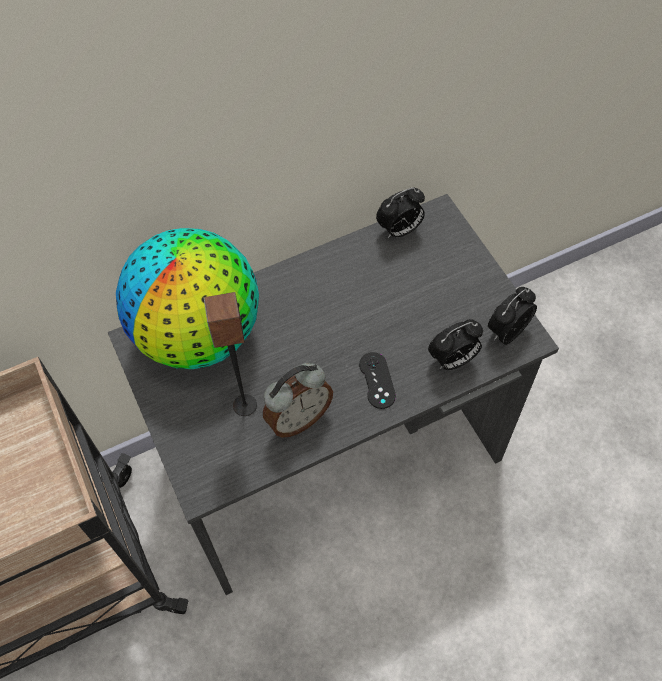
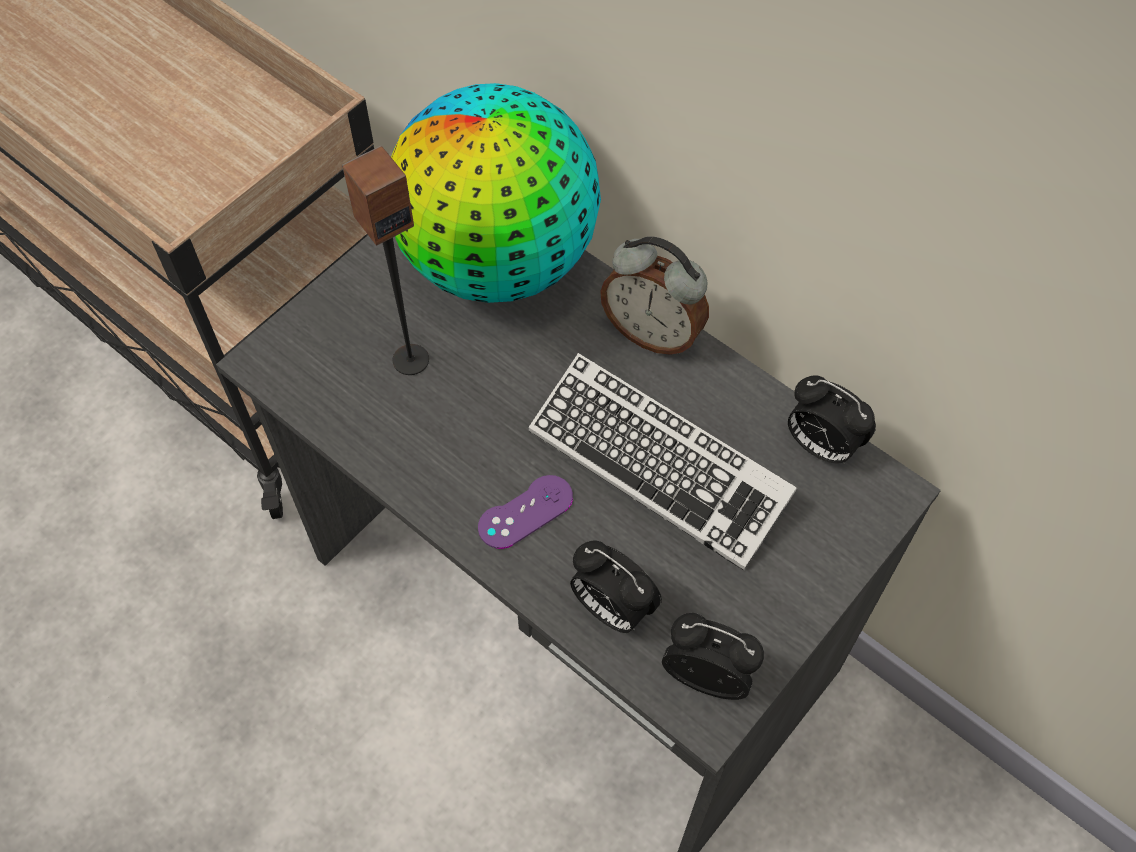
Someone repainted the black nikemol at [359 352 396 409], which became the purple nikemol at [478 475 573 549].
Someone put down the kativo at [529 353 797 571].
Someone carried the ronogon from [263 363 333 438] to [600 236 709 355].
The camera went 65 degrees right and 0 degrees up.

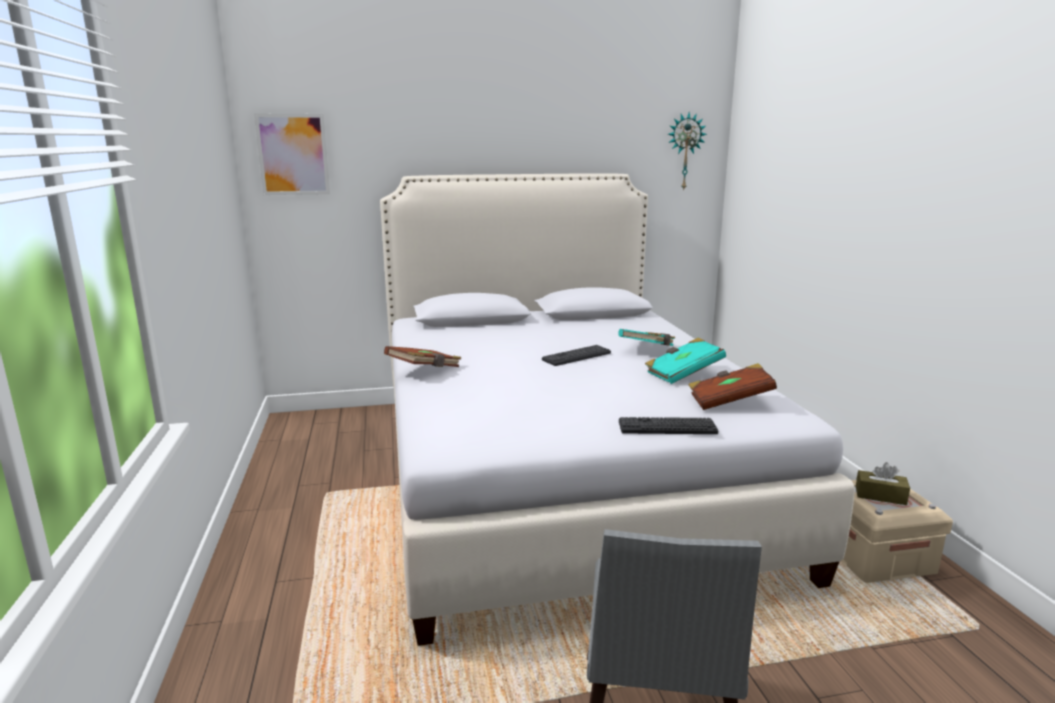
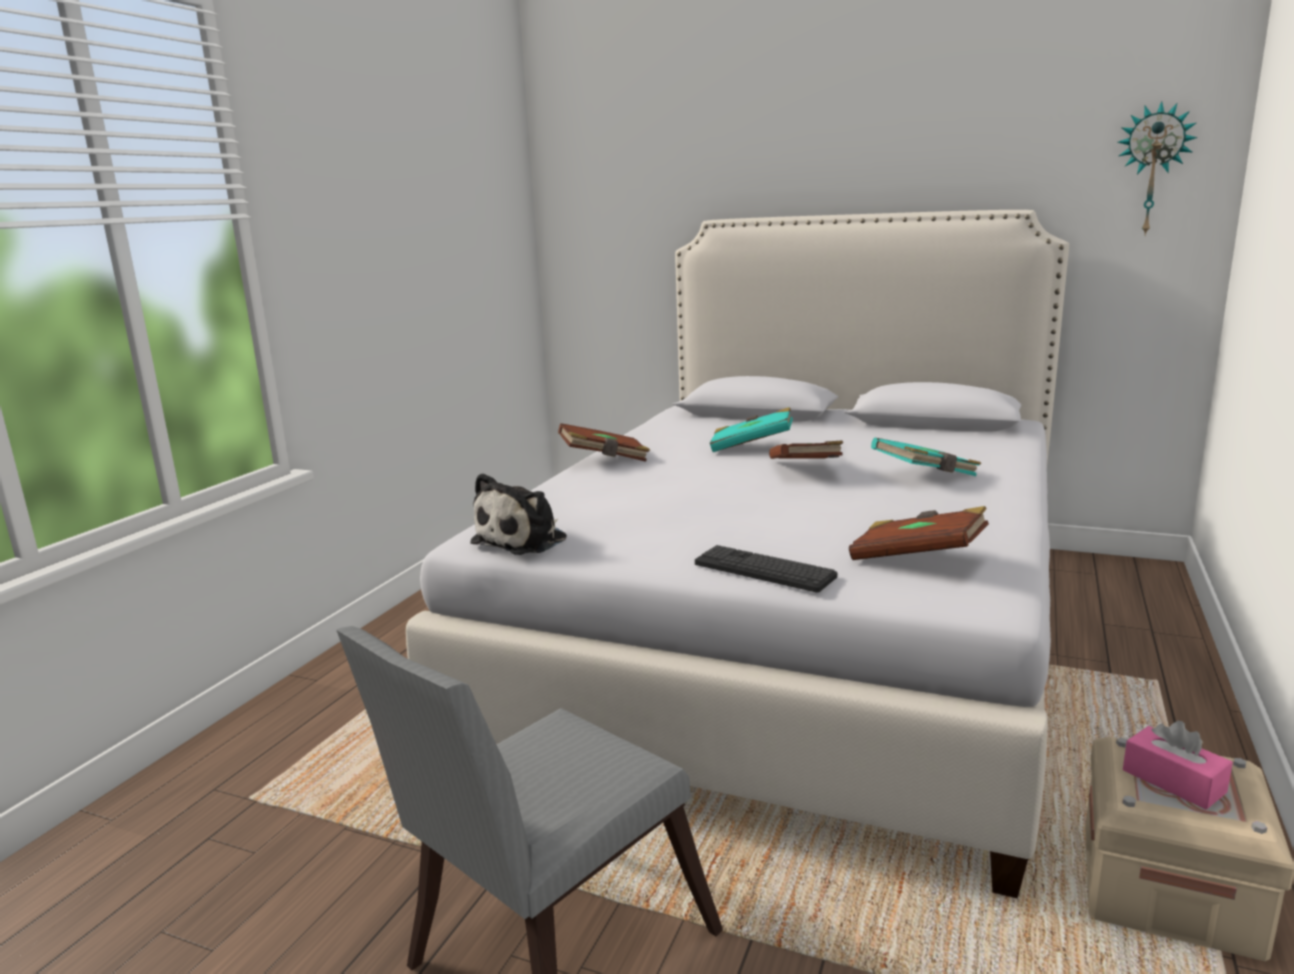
Someone put down the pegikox at [470 473 567 555].
Someone carried the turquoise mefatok from [645 337 726 384] to [710 407 793 452].
Someone swapped the kativo at [542 345 611 366] for the brown mefatok at [769 440 843 459].
Someone repainted the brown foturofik at [856 462 910 505], which became the pink foturofik at [1123 721 1233 809].
Someone took away the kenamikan at [254 114 330 195].
The camera went 35 degrees right and 0 degrees up.

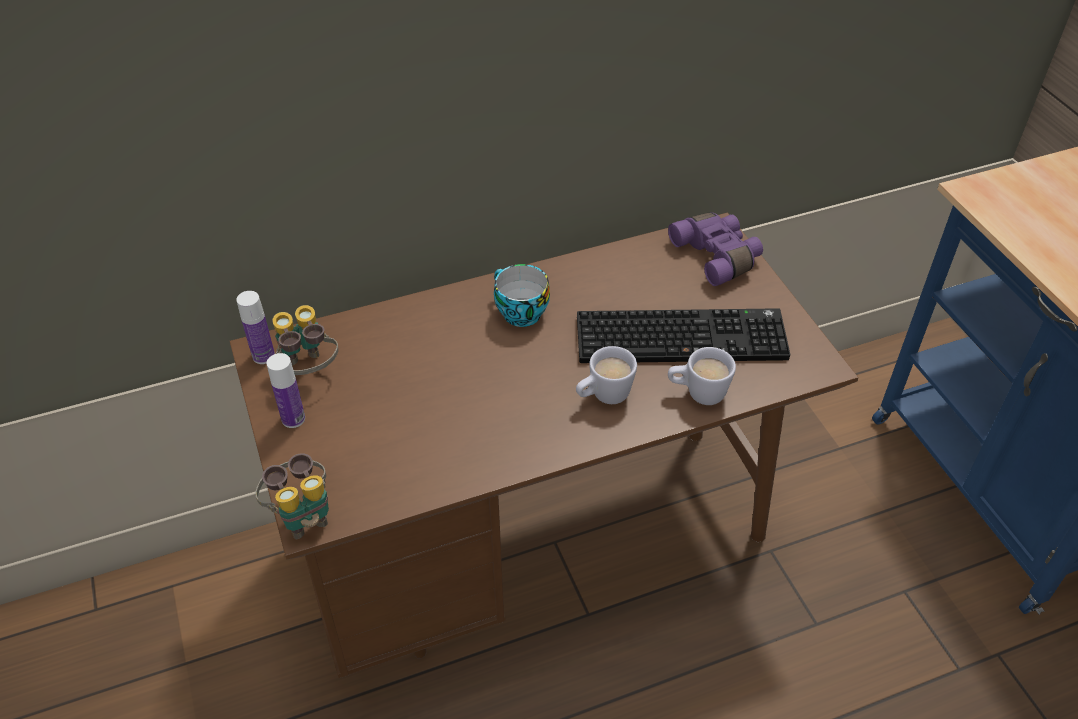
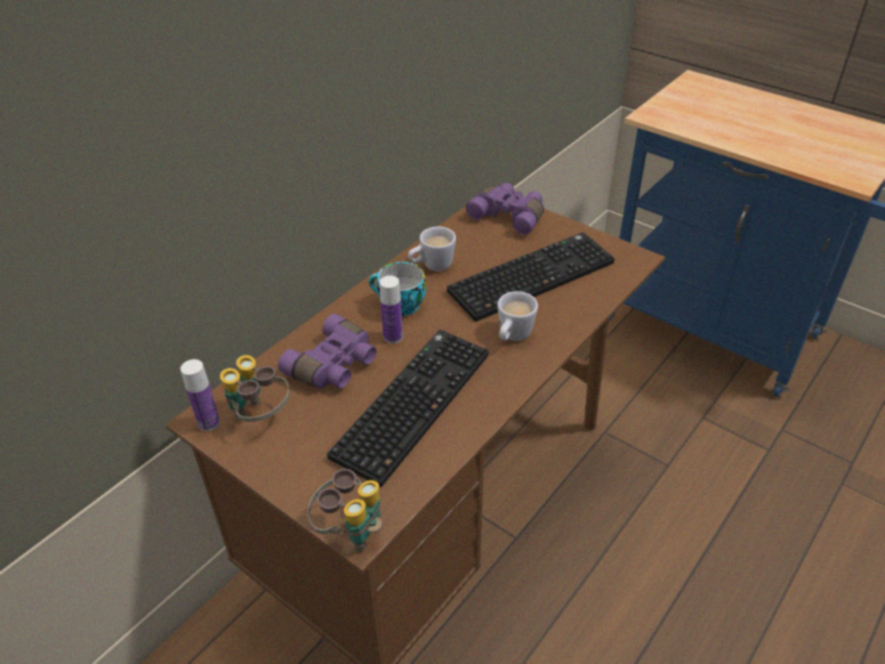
Someone put down the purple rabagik at [278 314 376 388].
Someone put down the kativo at [327 330 489 487].
Someone carried the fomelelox from [267 353 305 428] to [380 276 403 343].
Someone carried the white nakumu from [668 347 736 405] to [408 227 456 271].
The camera went 30 degrees left and 5 degrees down.

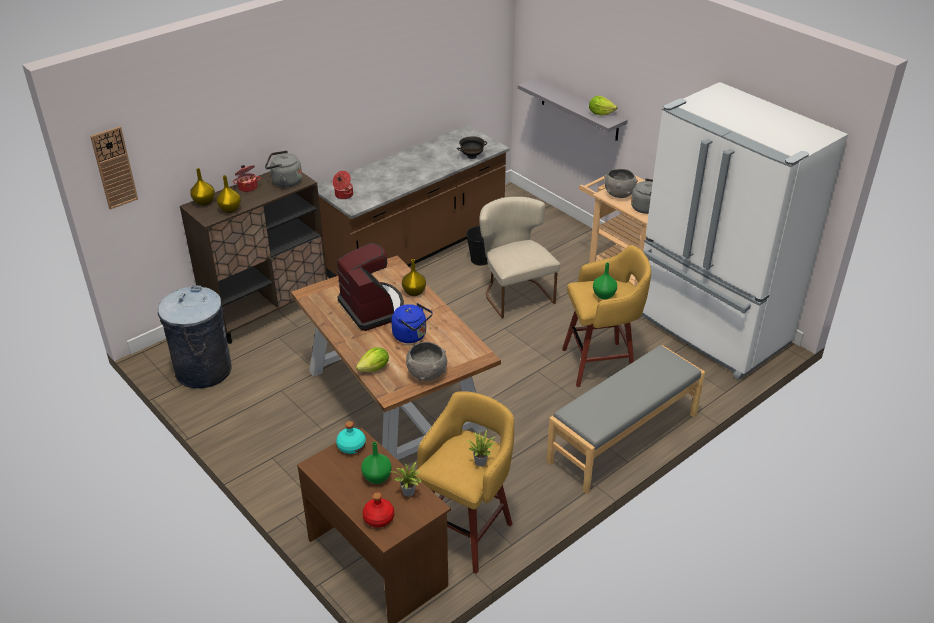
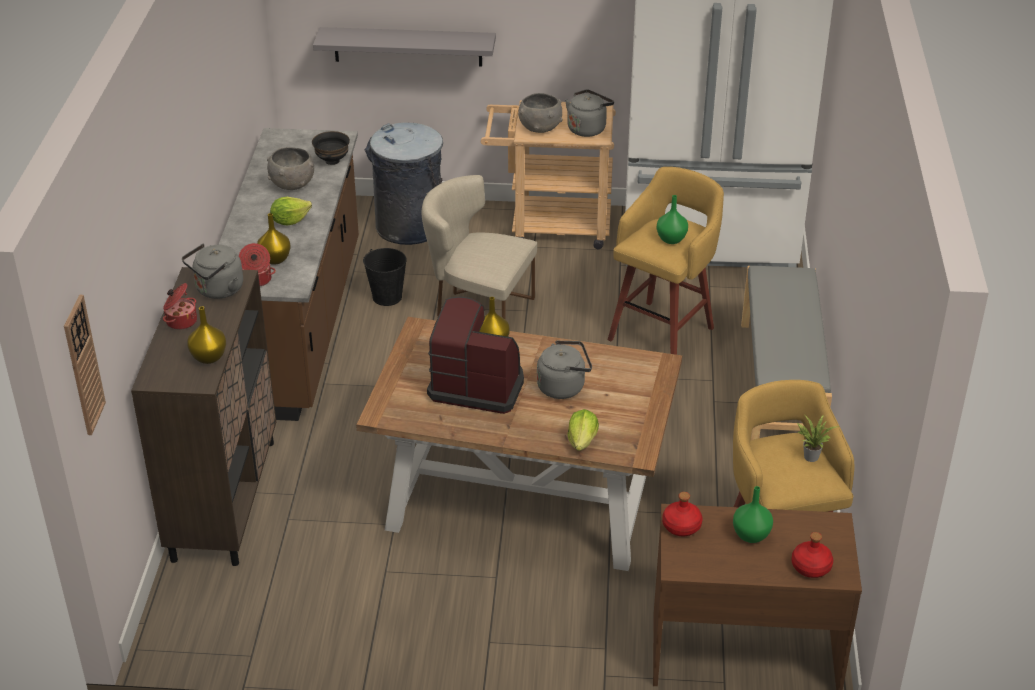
Someone carried the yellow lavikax from [190 168 215 206] to [257 213 291 265].
Someone carried the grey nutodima from [406 342 447 381] to [267 147 314 190].
Someone carried the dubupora from [589 96 617 116] to [270 197 312 225].
Someone carried the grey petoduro from [158 285 232 388] to [364 123 443 245].
Someone repainted the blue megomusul at [391 303 433 343], which became the grey megomusul at [537 340 592 399].
Someone repainted the turquoise fomelelox at [336 421 366 454], which became the red fomelelox at [662 492 703 536].
Someone took away the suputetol at [392 461 421 497].
The camera went 45 degrees left and 0 degrees up.

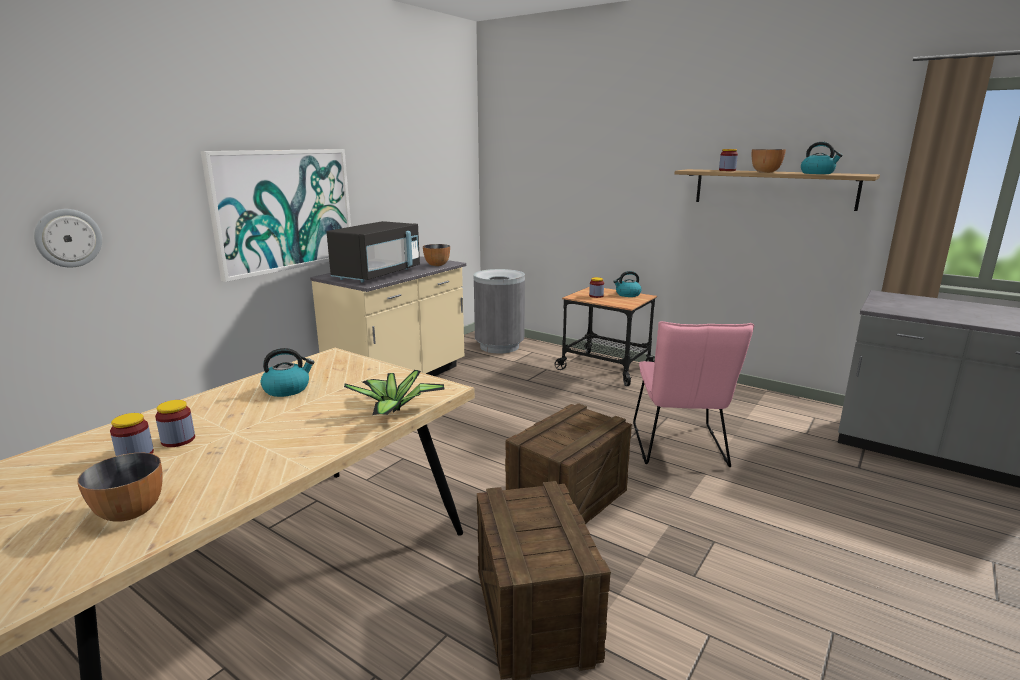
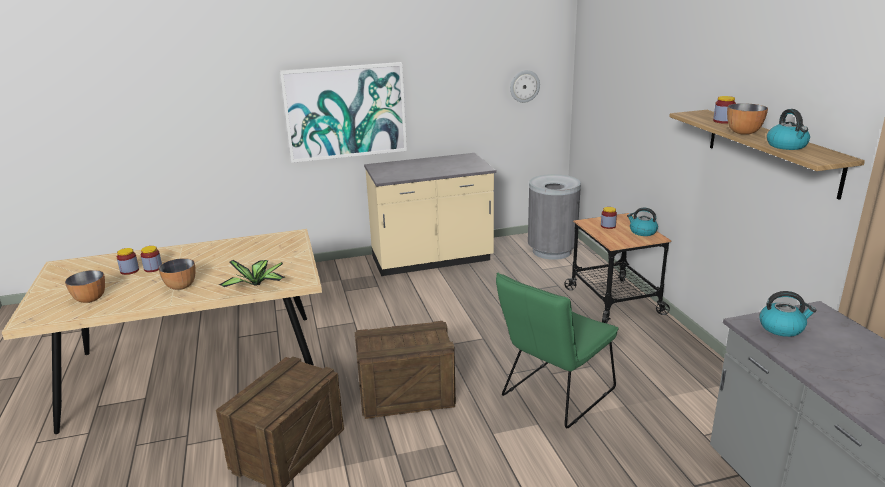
Someone carried the nutodima from [423 244 450 266] to [159 258 196 290].
Someone repainted the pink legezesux at [633 321 754 467], which became the green legezesux at [496 273 618 428].
Someone carried the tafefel from [34 209 102 268] to [510 70 540 103].
Someone carried the megomusul from [260 348 314 397] to [760 291 816 337].
Someone took away the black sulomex at [327 221 420 283].
The camera went 40 degrees right and 5 degrees up.

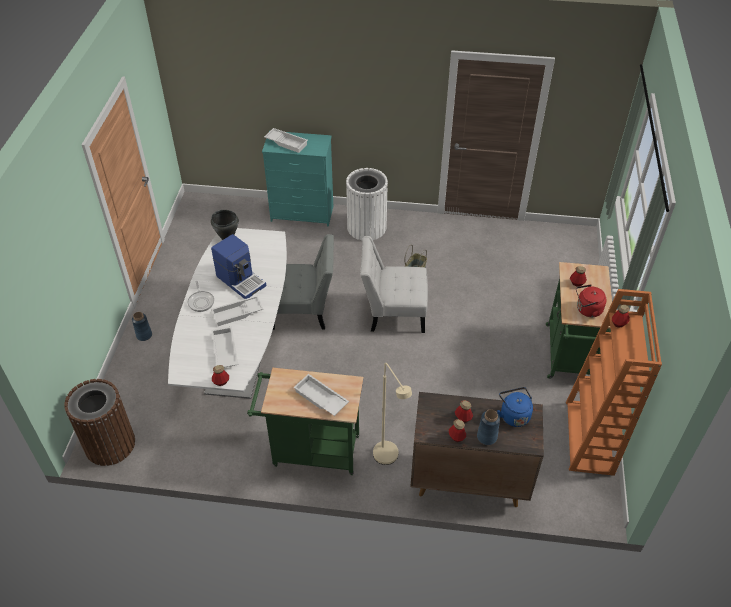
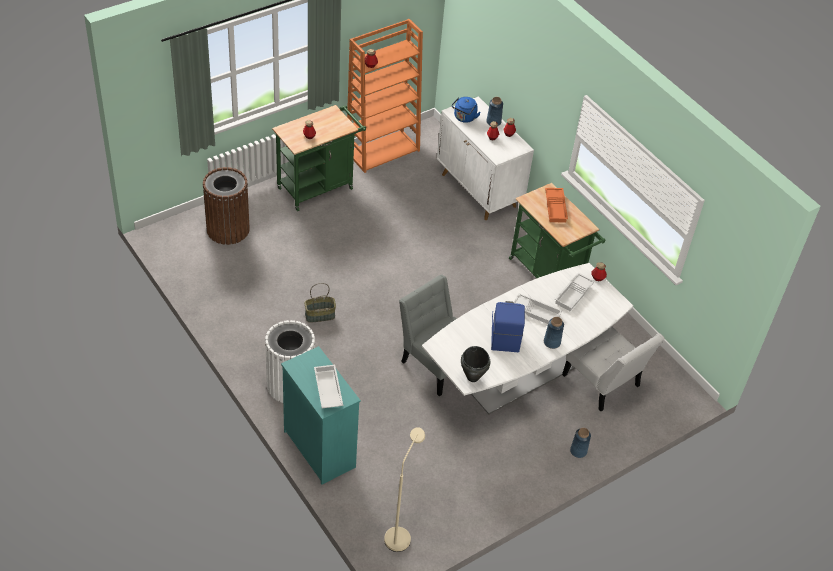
Someone carried the brown petoduro from [64 379 135 466] to [203 167 250 245].
Someone carried the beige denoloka from [373 363 412 465] to [384 427 425 552].
Someone repainted the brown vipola at [410 392 544 507], which became the white vipola at [437 96 534 220].
Someone swapped the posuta at [187 281 214 312] for the blue lavikax at [544 317 564 349].
Someone repainted the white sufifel at [293 374 349 416], which became the orange sufifel at [545 188 568 223].
Someone carried the white legezesux from [360 236 428 333] to [562 326 665 411].
Someone took away the red megomusul at [576 284 607 317].
The camera went 135 degrees left and 0 degrees up.

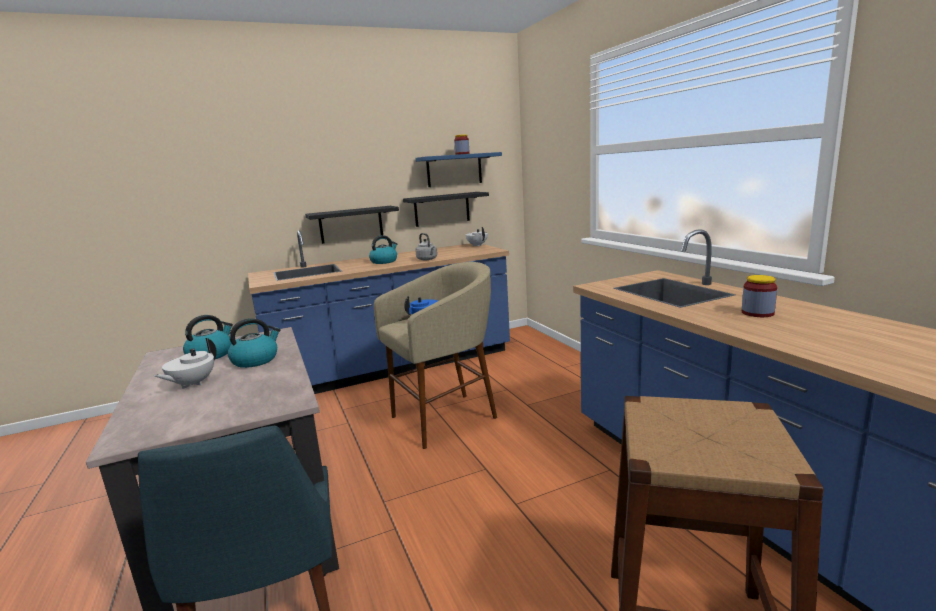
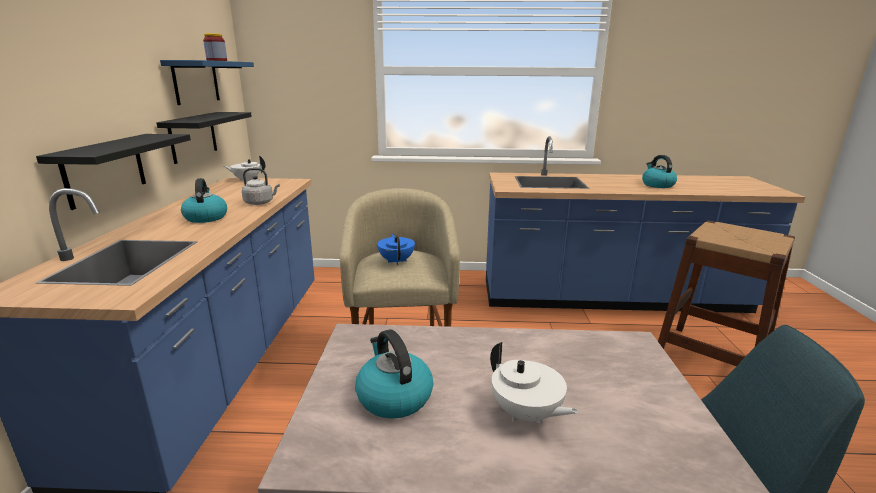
Someone carried the megomusul from [228 318 280 368] to [642 155 677 188].
Someone took away the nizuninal at [742 275 777 317].
The camera went 65 degrees left and 5 degrees up.

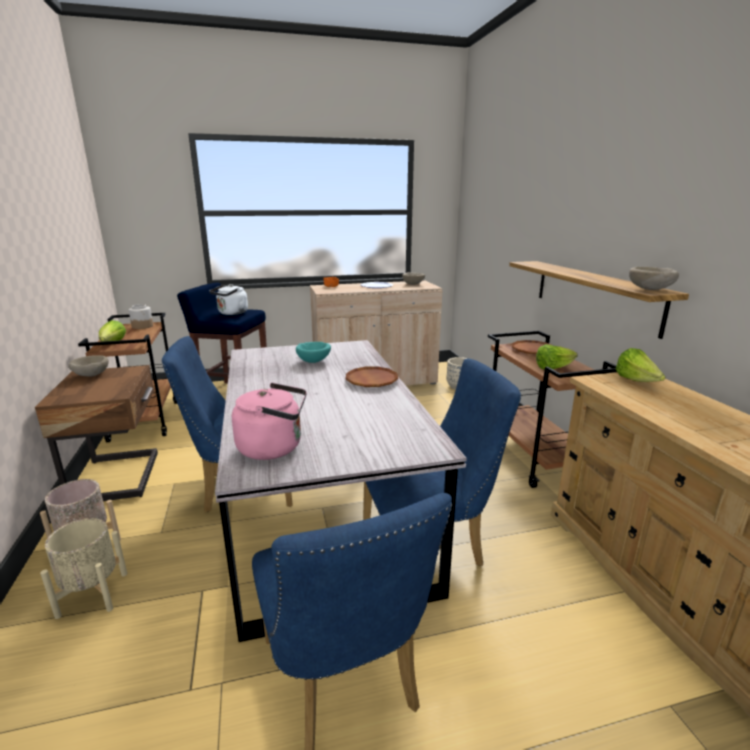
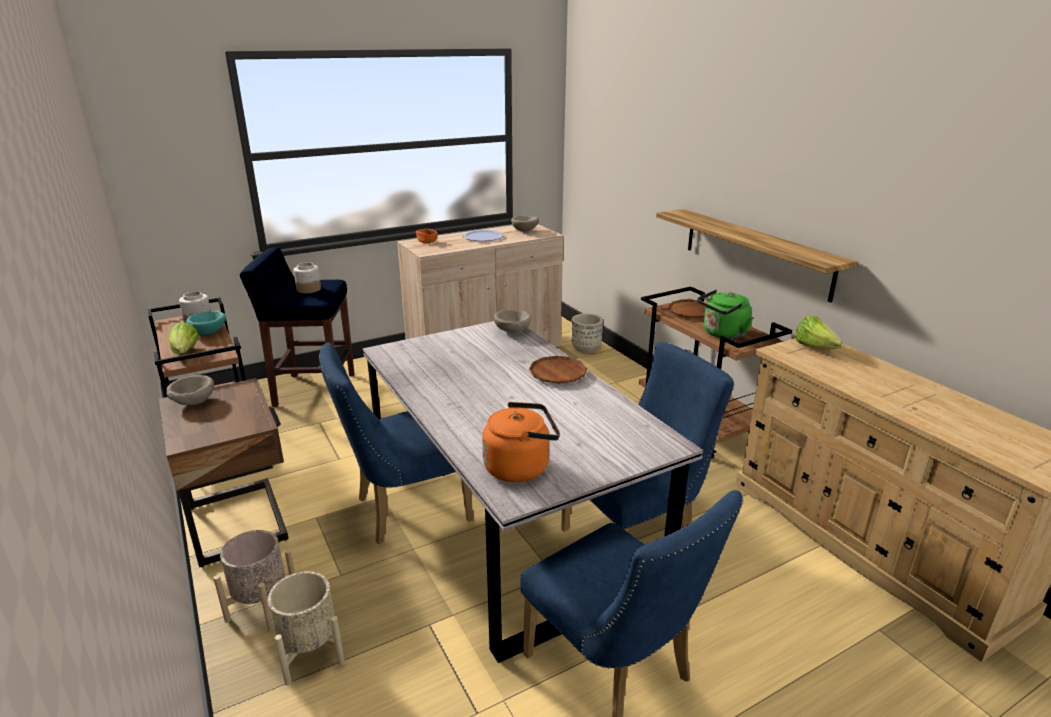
Someone carried the turquoise nutodima from [296 342 331 363] to [186 311 226 335].
Someone swapped the white megomusul at [210 284 248 315] for the nizuninal at [293 262 321 294].
Someone repainted the pink megomusul at [232 383 307 460], which became the orange megomusul at [482 402 560 482].
Someone carried the beige nutodima from [629 267 679 290] to [494 309 531 333].
Someone swapped the dubupora at [536 344 578 370] for the green megomusul at [697 290 753 339].
The camera went 15 degrees left and 5 degrees up.

